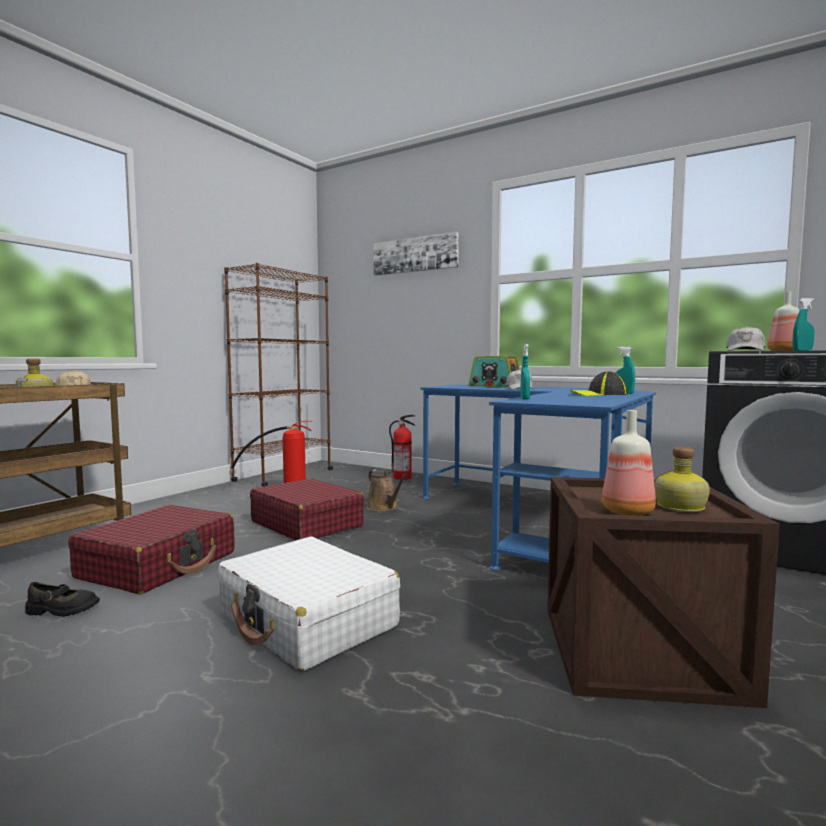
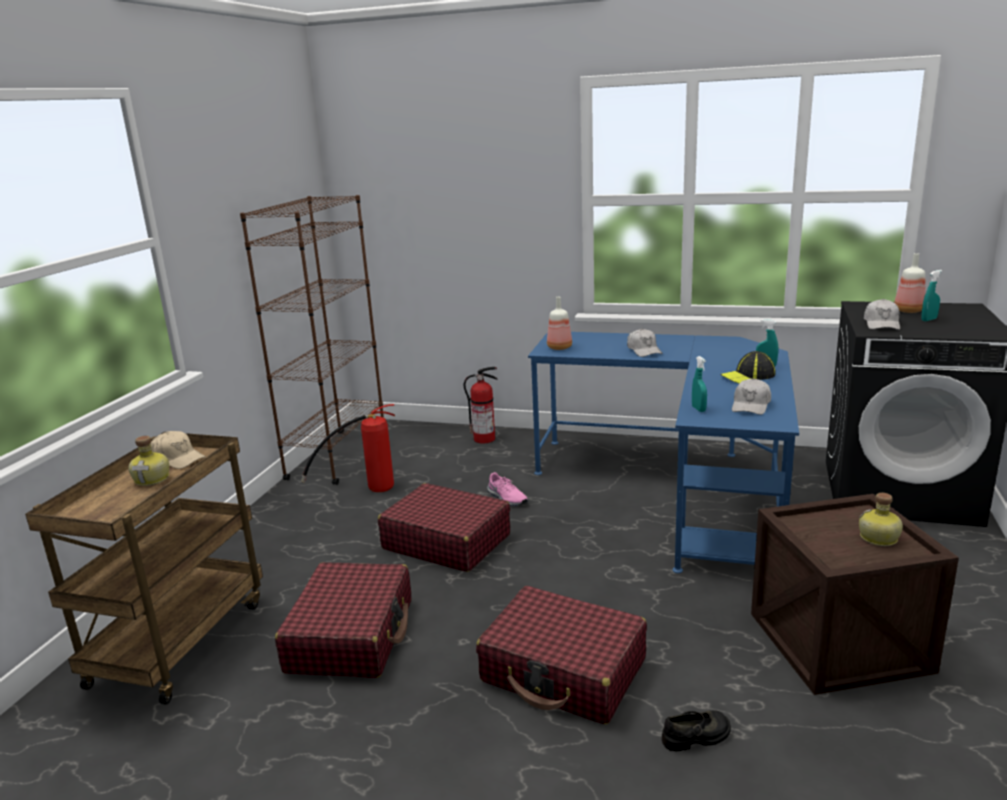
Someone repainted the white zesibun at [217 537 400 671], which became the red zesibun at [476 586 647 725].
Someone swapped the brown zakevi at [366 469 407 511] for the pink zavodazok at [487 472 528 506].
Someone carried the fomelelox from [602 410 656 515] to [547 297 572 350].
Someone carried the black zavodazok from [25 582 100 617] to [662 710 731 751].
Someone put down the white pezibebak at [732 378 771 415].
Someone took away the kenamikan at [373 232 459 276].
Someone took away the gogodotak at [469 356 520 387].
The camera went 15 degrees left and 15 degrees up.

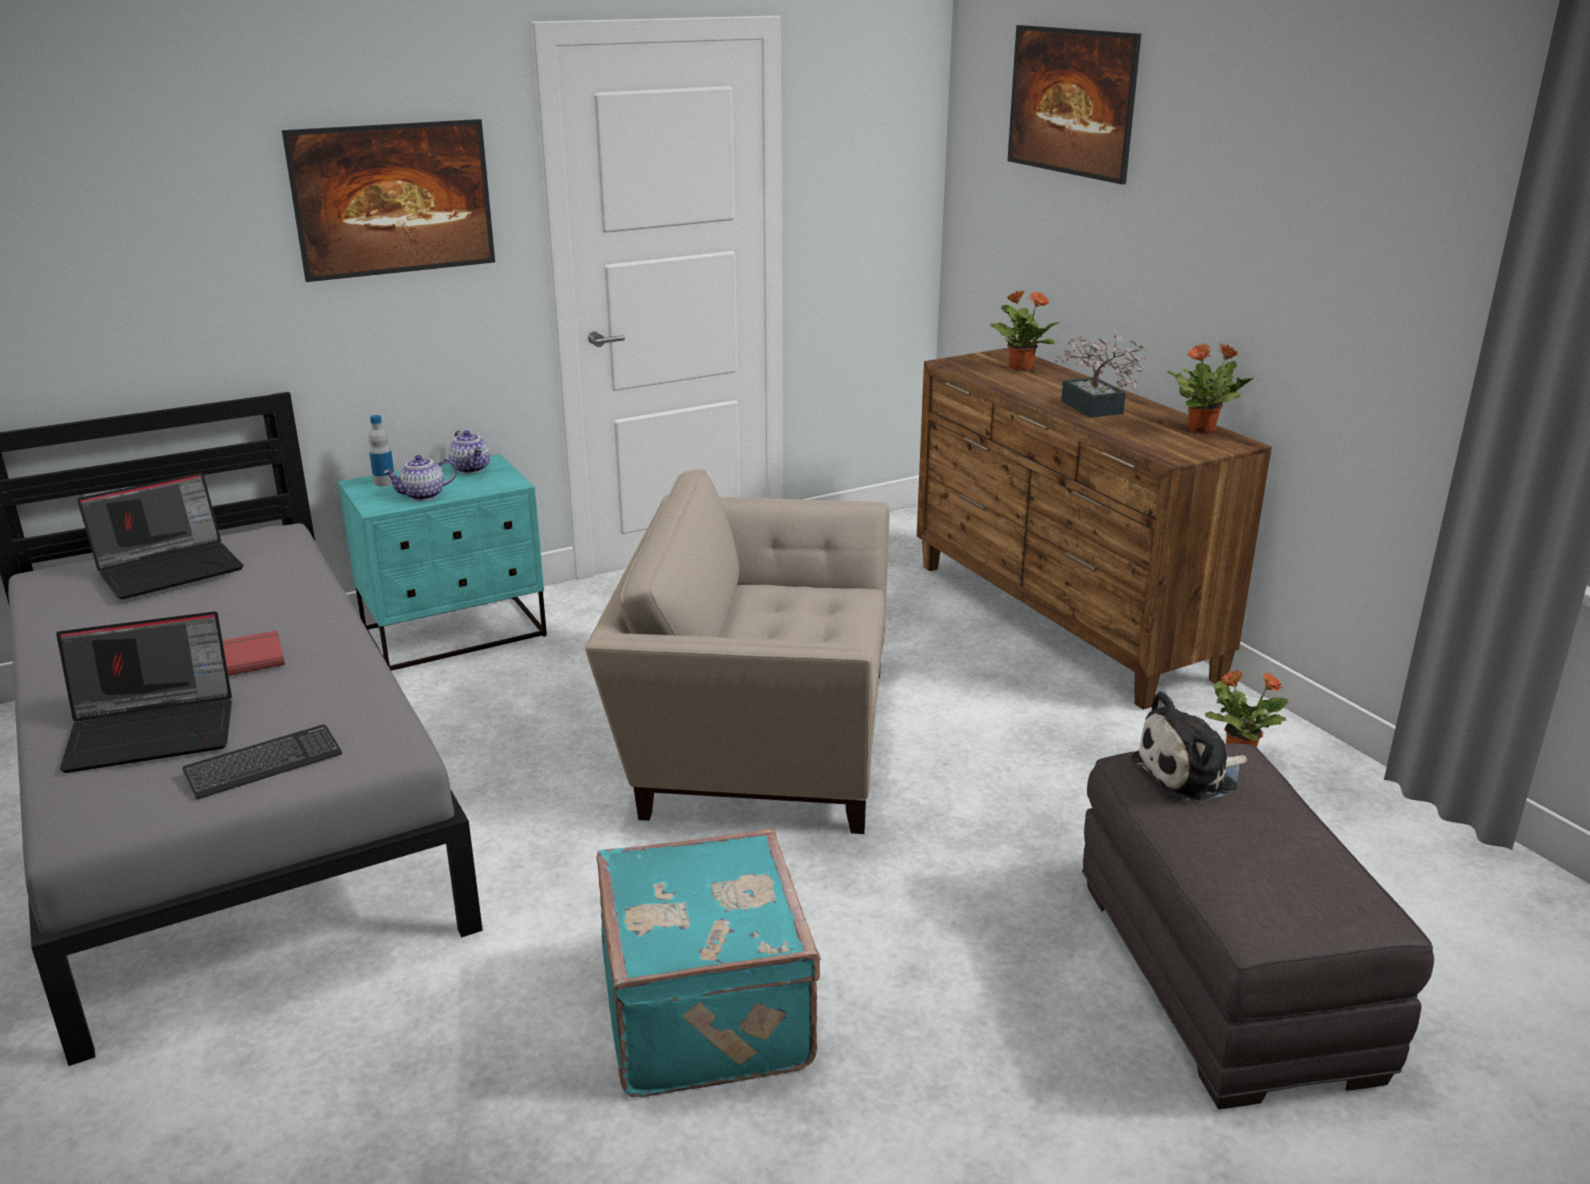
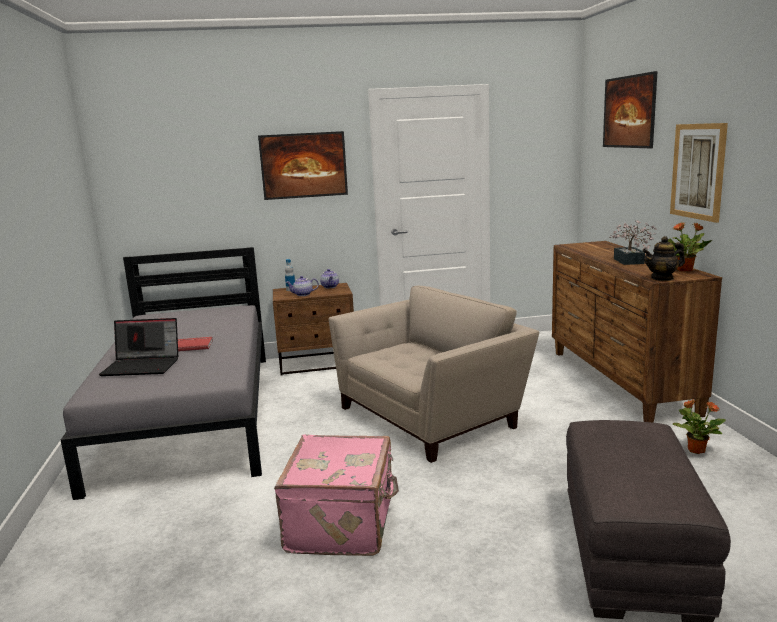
Someone repainted the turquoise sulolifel at [338 454 547 671], which became the brown sulolifel at [273 283 354 376].
Someone repainted the turquoise zesibun at [596 829 821 1097], which became the pink zesibun at [274 434 399 556].
Someone rotated the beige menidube at [585 469 889 834] by 120 degrees clockwise.
Someone put down the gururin at [643 236 685 281].
Someone put up the kenamikan at [670 123 728 223].
Someone took away the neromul at [77 472 244 600].
Someone took away the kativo at [182 724 342 799].
Someone took away the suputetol at [989 290 1060 371].
Someone took away the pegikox at [1131 691 1247 802].
The camera went 20 degrees right and 10 degrees down.

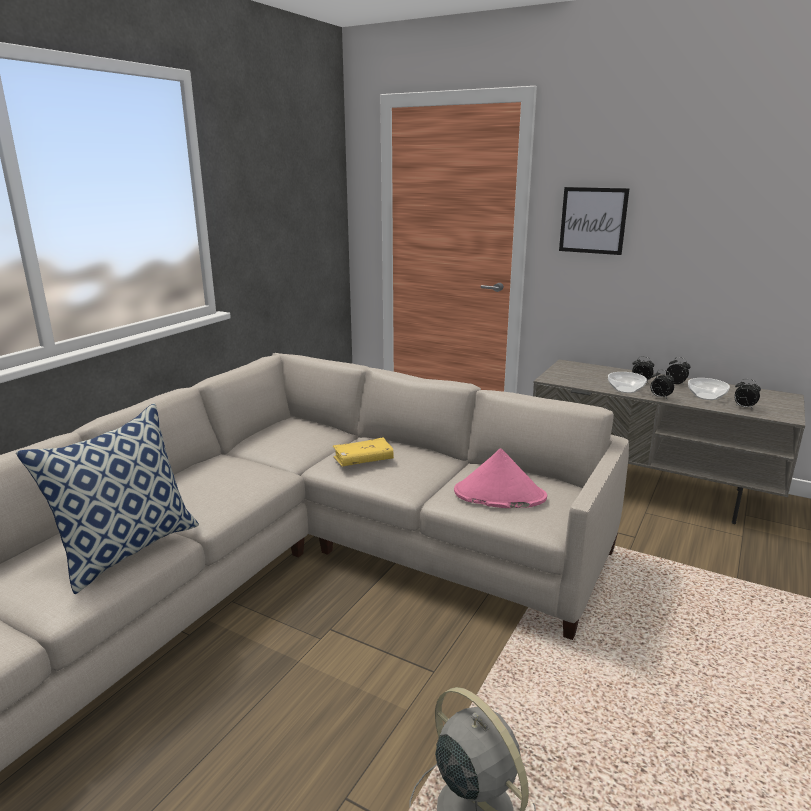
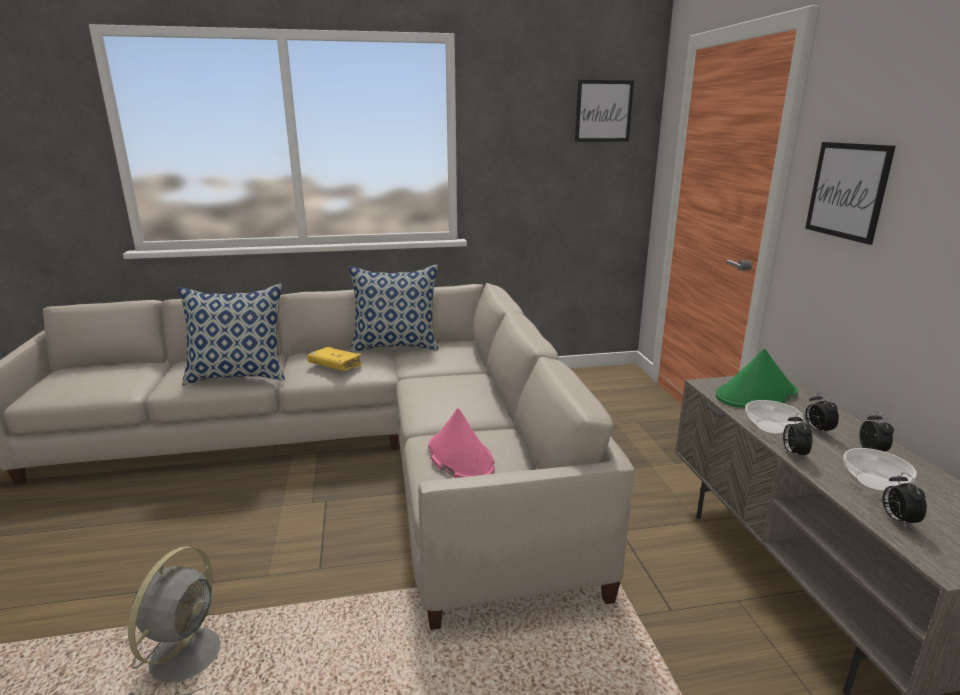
Someone carried the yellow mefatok from [332 437 394 466] to [308 347 363 371].
Someone put down the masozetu at [349 265 439 353].
Someone put up the kenamikan at [575 80 634 142].
Someone put down the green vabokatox at [716 349 798 408].
The camera went 50 degrees right and 0 degrees up.

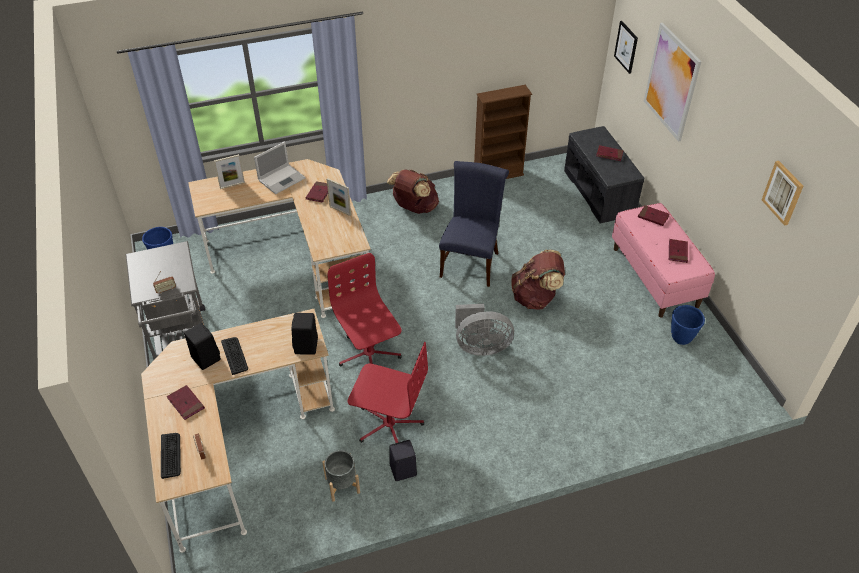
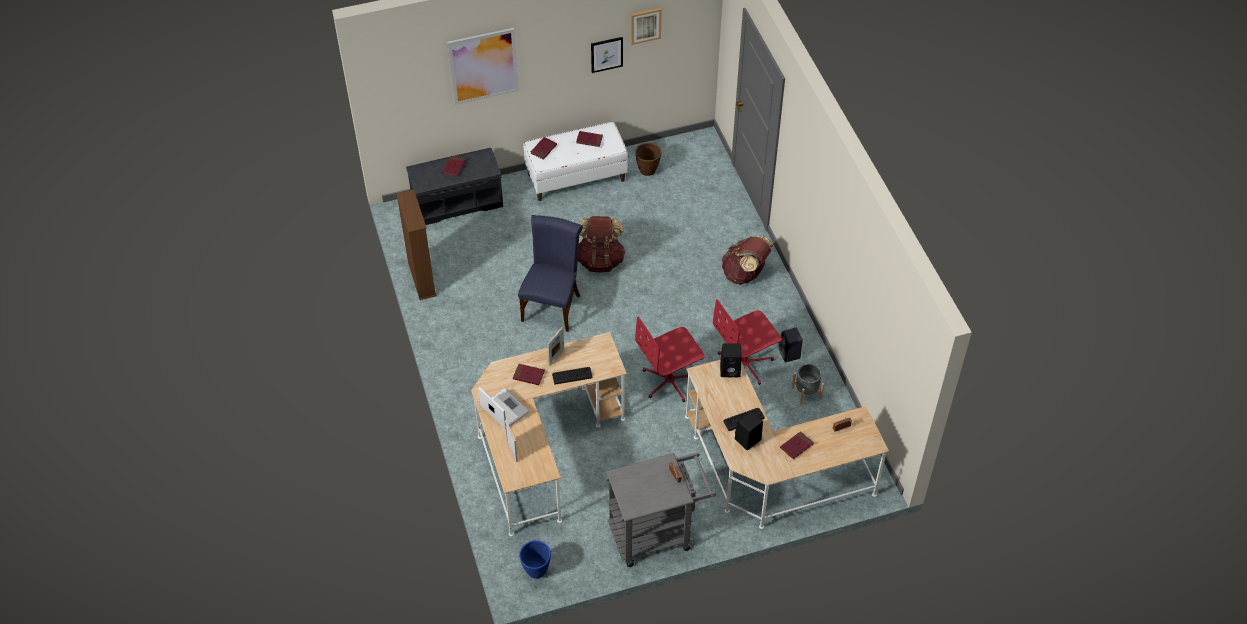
Someone rotated the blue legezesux at [439 161 509 287] by 90 degrees clockwise.
Someone repainted the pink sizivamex at [612 203 715 317], which became the white sizivamex at [523 122 628 201].
Someone carried the kativo from [161 433 181 479] to [552 367 593 384].
Someone carried the kenamikan from [614 21 638 74] to [591 37 623 73].
Someone repainted the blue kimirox at [671 305 705 345], which became the brown kimirox at [635 143 661 176].
Someone rotated the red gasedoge at [348 342 428 443] by 135 degrees counterclockwise.
Someone carried the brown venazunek from [387 170 439 214] to [721 236 774 285].
Someone took away the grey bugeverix at [455 304 514 356].
The camera went 90 degrees left and 5 degrees up.

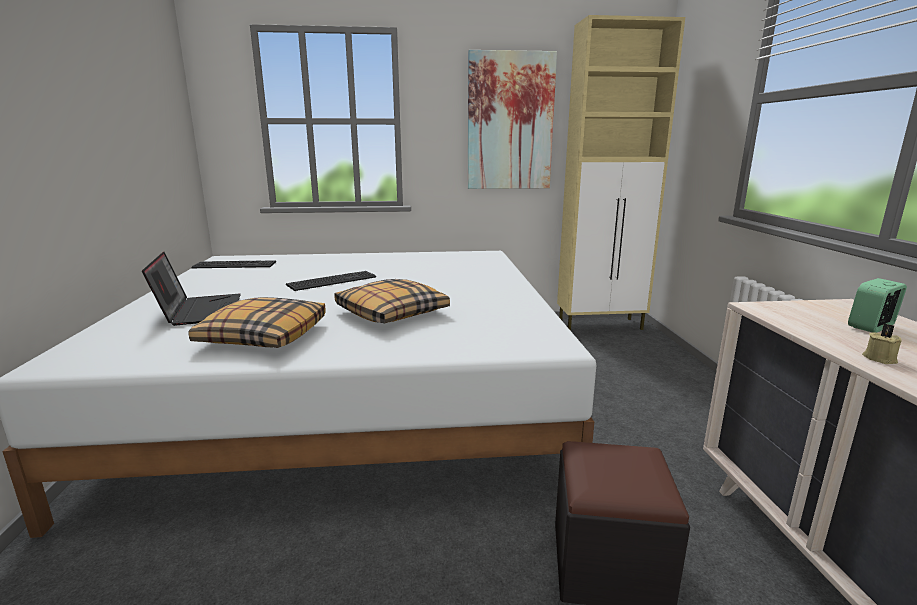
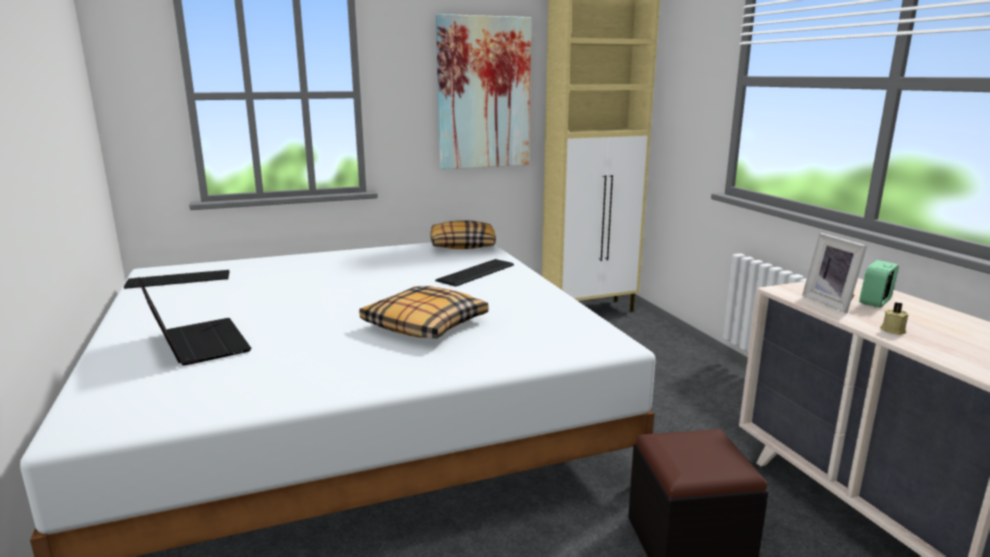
Someone carried the masozetu from [188 297 325 348] to [431 220 496 249].
Someone carried the kativo from [286 271 376 291] to [435 259 514 287].
Someone put down the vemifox at [802 233 867 313].
The camera went 15 degrees left and 0 degrees up.

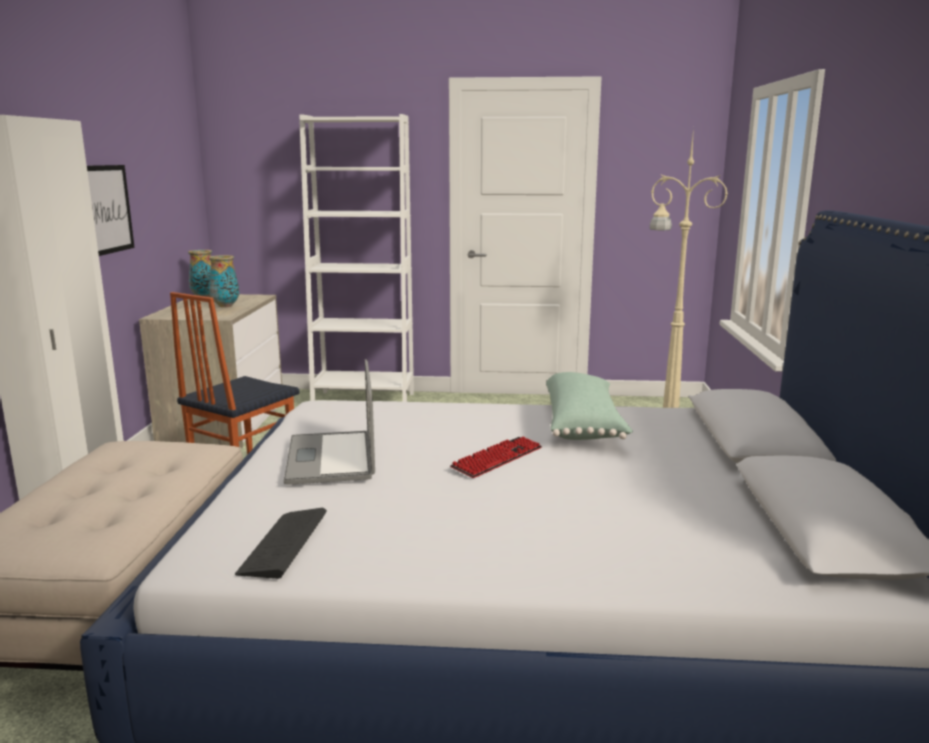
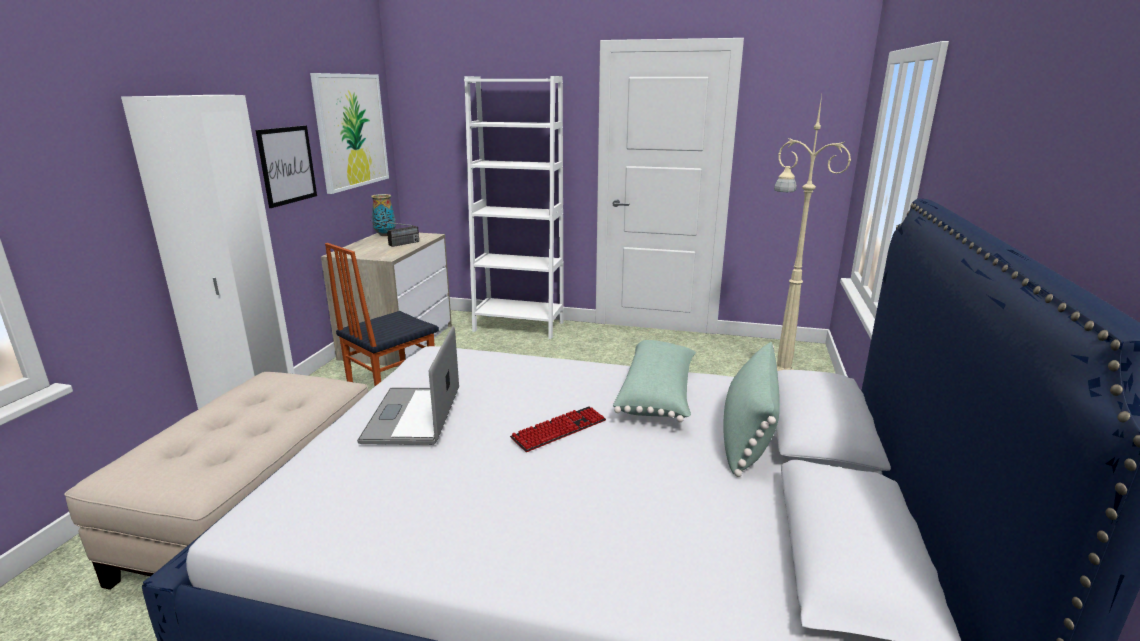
Someone put up the kenamikan at [310 73 389 194].
Someone swapped the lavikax at [209 255 239 307] for the gogodotak at [370 220 419 247].
Someone put down the green masozetu at [724 342 779 477].
Someone took away the kativo at [235 508 327 579].
The camera went 10 degrees right and 5 degrees up.

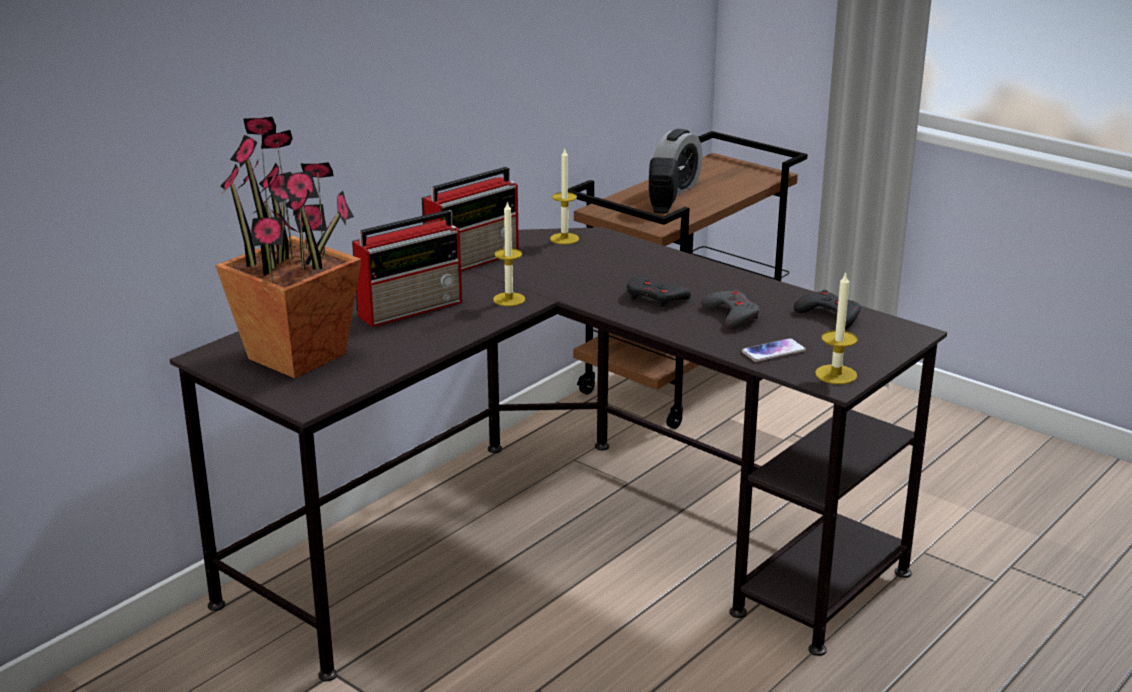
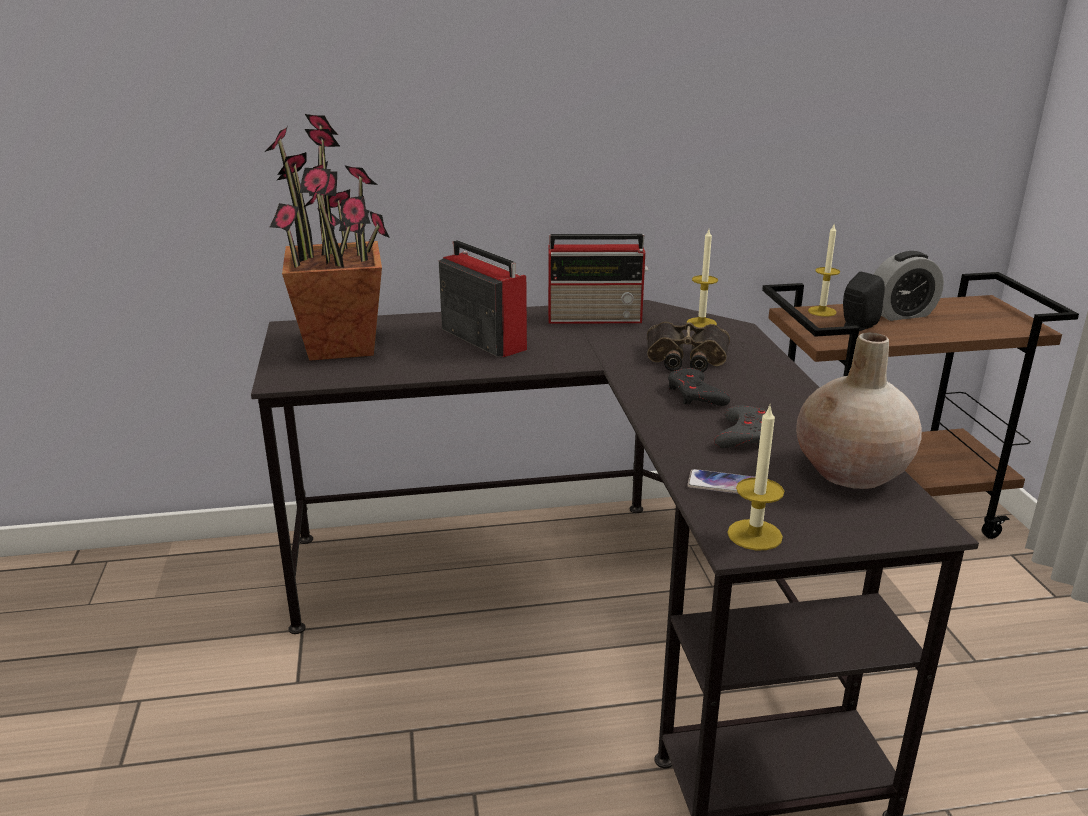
Someone rotated the gogodotak at [352 210 462 327] by 135 degrees counterclockwise.
Someone put down the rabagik at [647 321 730 372].
Someone swapped the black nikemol at [794 290 861 329] for the beige lavikax at [796 333 922 489].
Someone carried the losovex from [493 201 525 306] to [808 225 840 317].
The camera went 40 degrees right and 0 degrees up.

